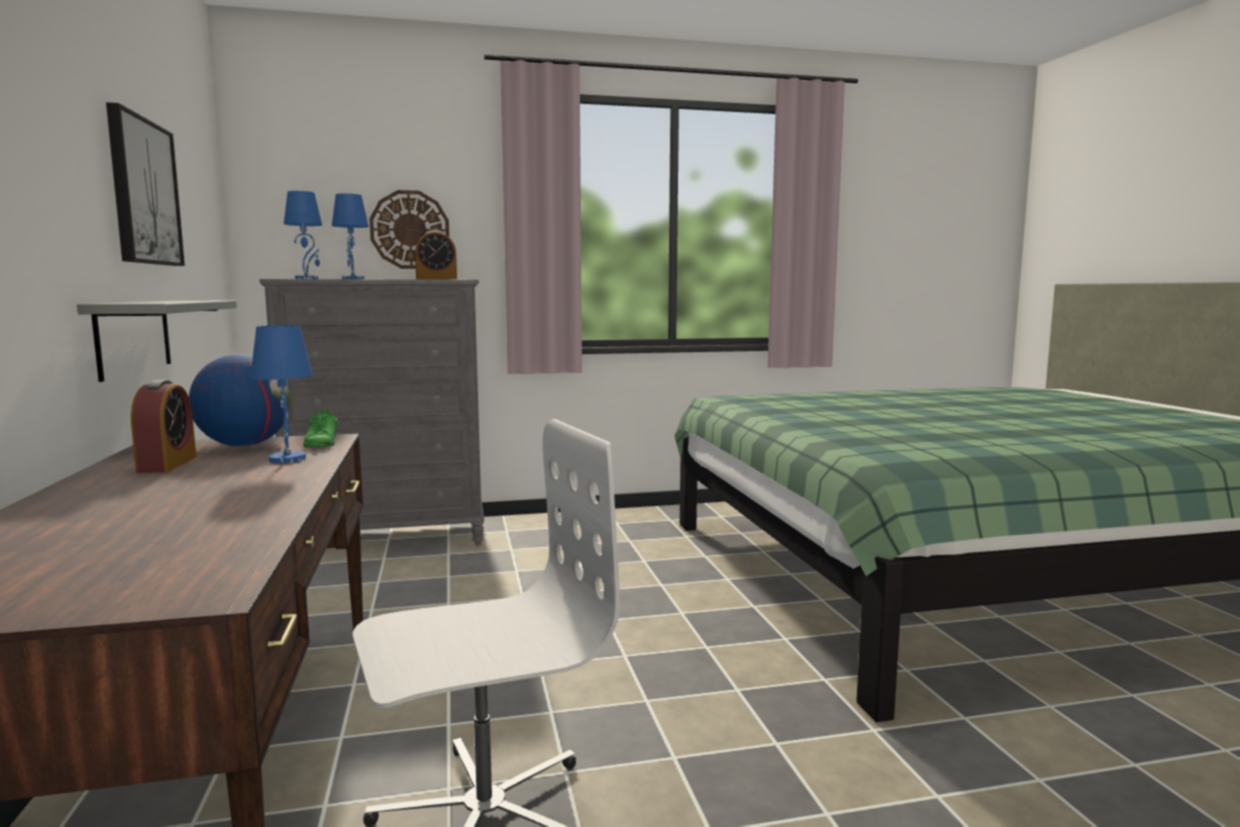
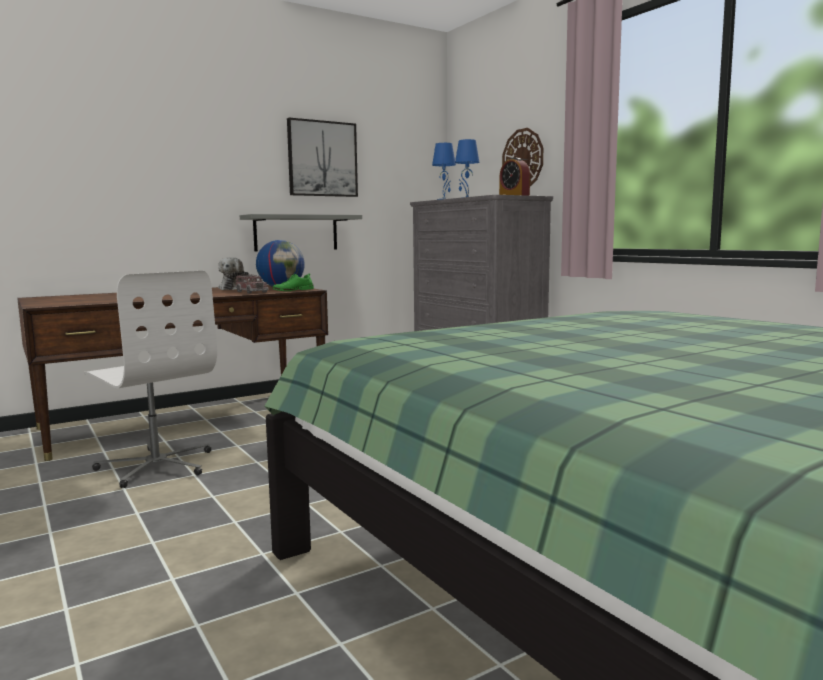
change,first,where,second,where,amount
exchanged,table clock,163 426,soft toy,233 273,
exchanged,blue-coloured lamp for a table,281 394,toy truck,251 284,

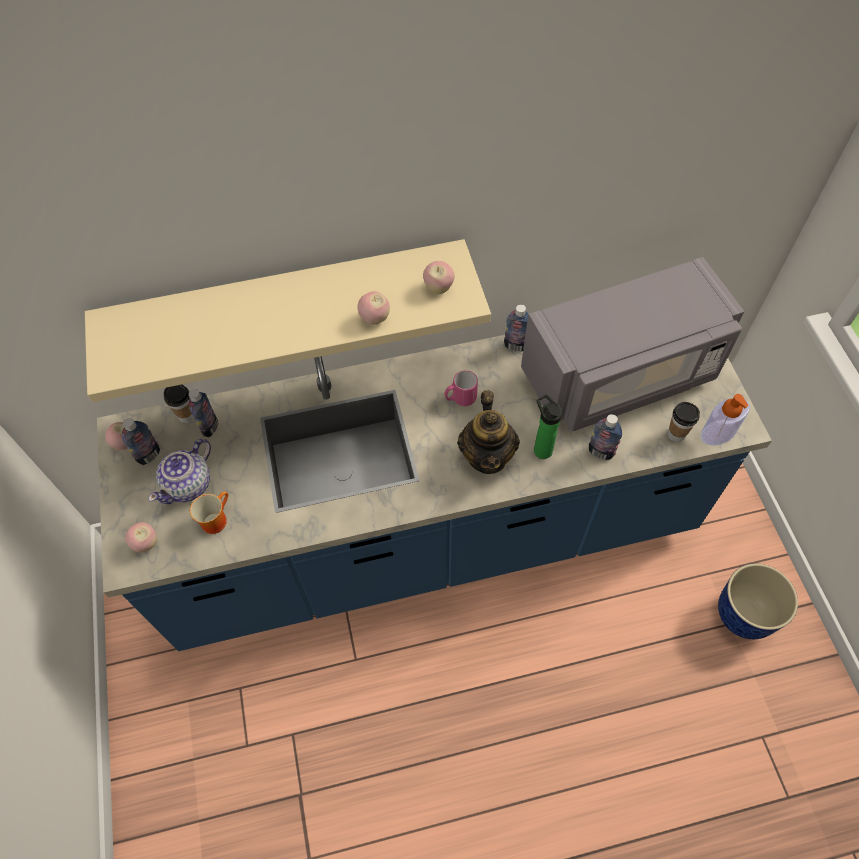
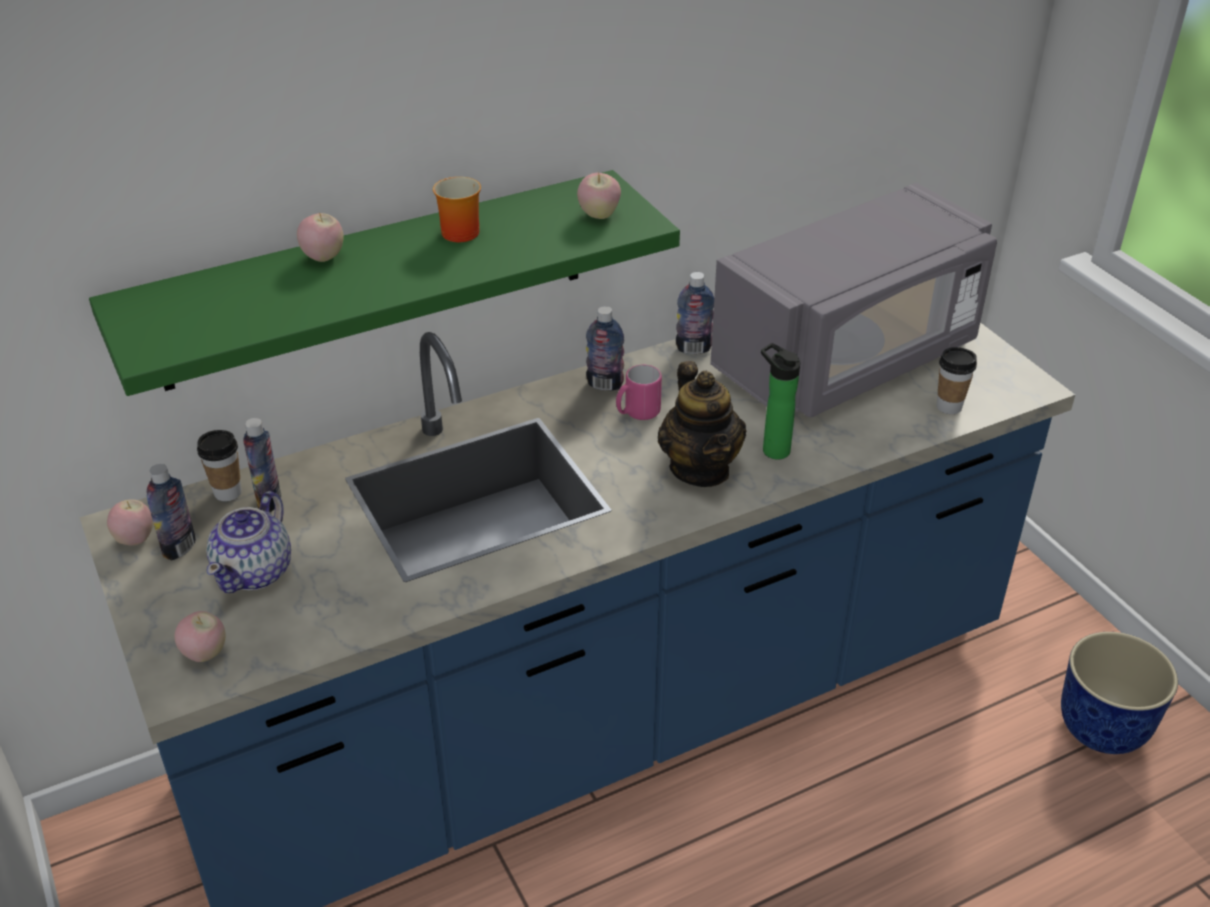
change,first,where,second,where,amount
colour,beige shelf,288 320,green shelf,384 283,
relocated,whole apple,374 308,,320 237,
relocated,coffee mug,209 512,,457 209,
relocated,beverage bottle,605 437,,605 348,
missing,soap bottle,725 420,,,

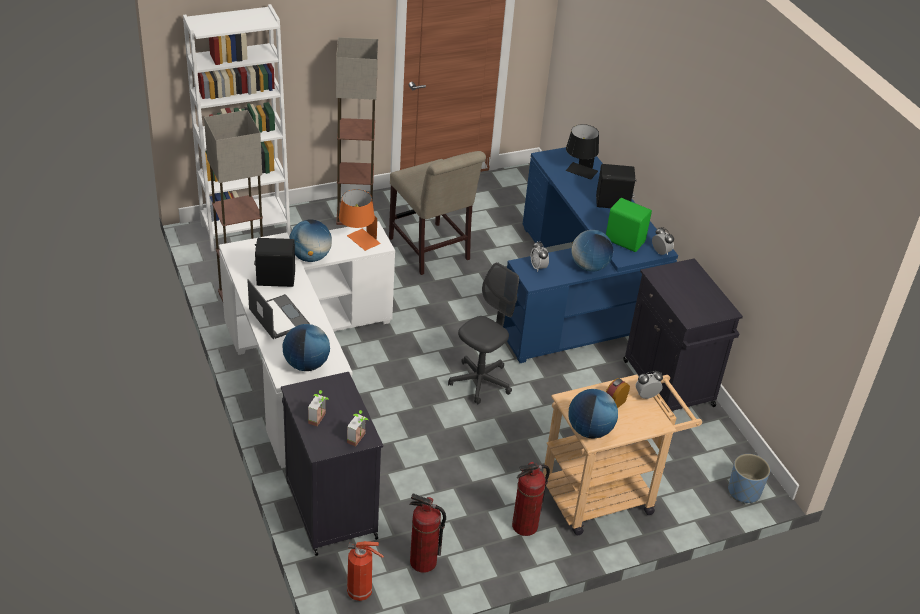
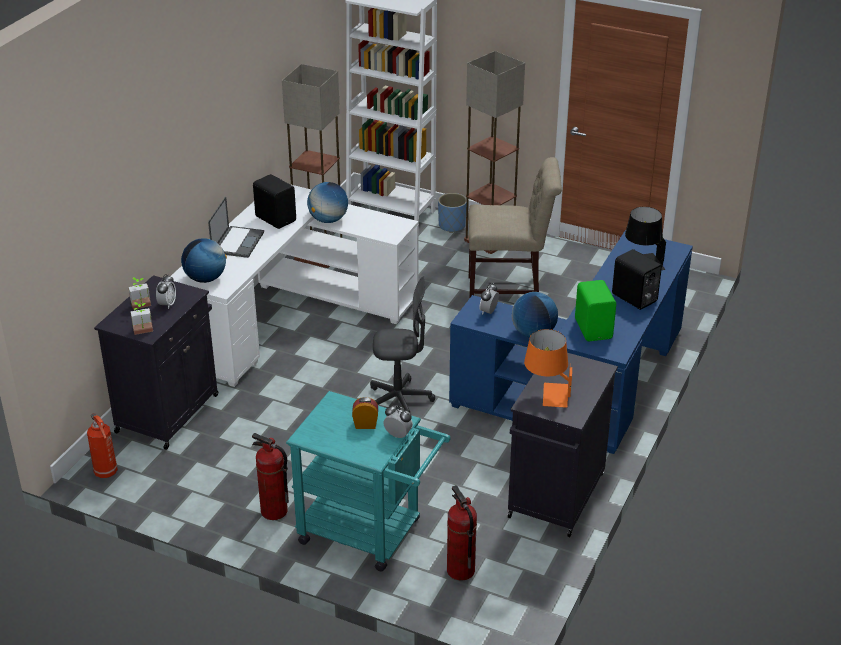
change,first,where,second,where,amount
relocated,table clock,663 241,,166 291,
colour,beige trolley,622 455,blue-green trolley,368 481,
relocated,blue-coloured flower pot,749 478,,452 213,
relocated,fire extinguisher,427 533,,462 532,
spun,beige plain chair,437 213,,515 228,105 degrees counterclockwise
relocated,orangey lamp for a table,360 220,,548 368,
missing,globe,593 414,,,

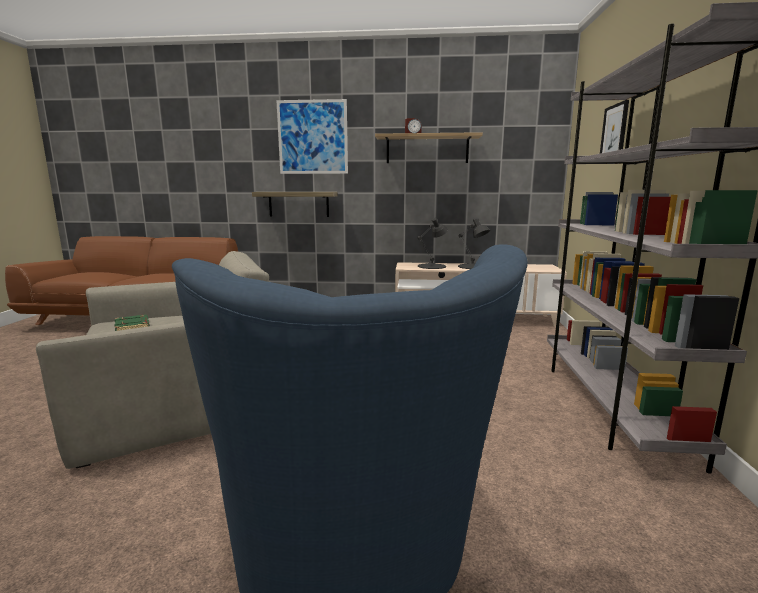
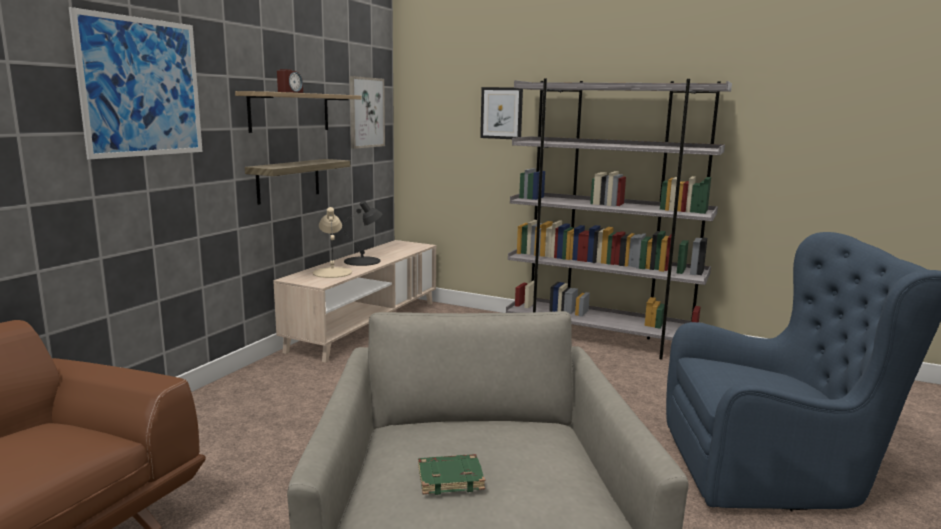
change,first,where,second,where,amount
relocated,shelf,295 204,,297 182,
colour,black lamp for a table,433 243,beige lamp for a table,332 242,
appeared,,,picture,367 112,

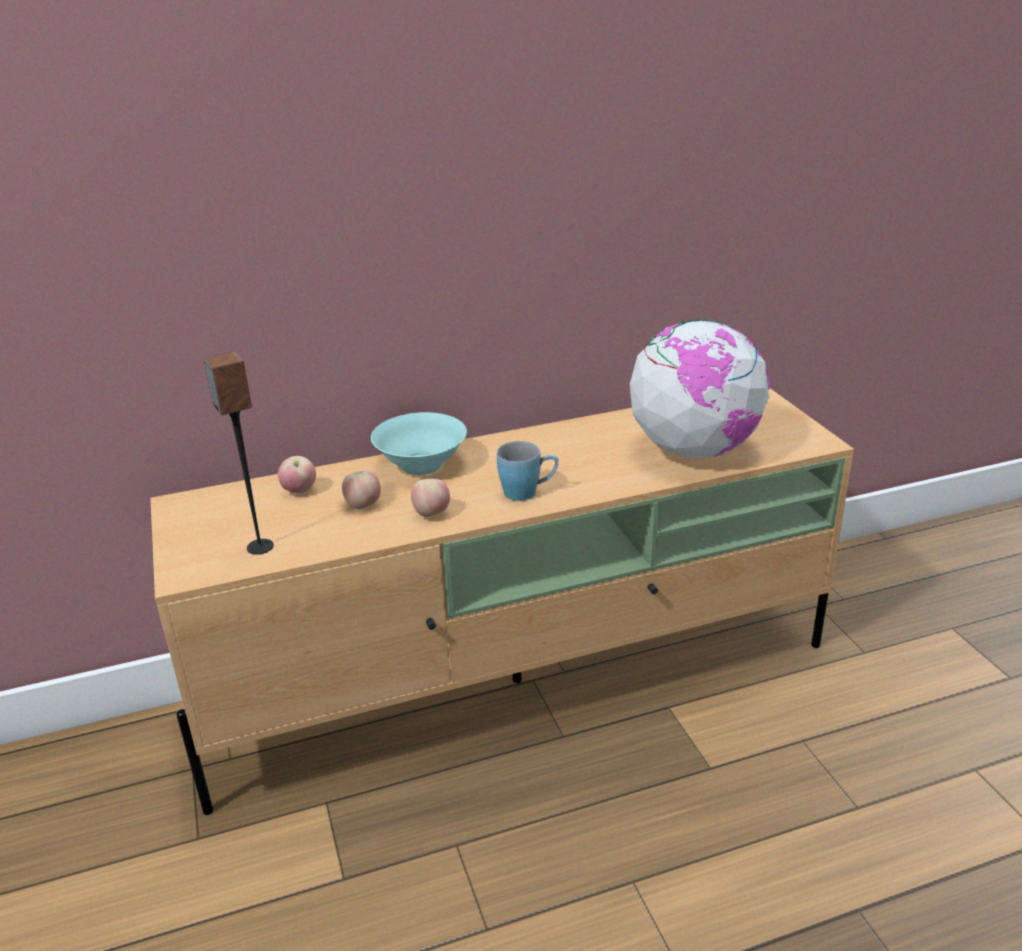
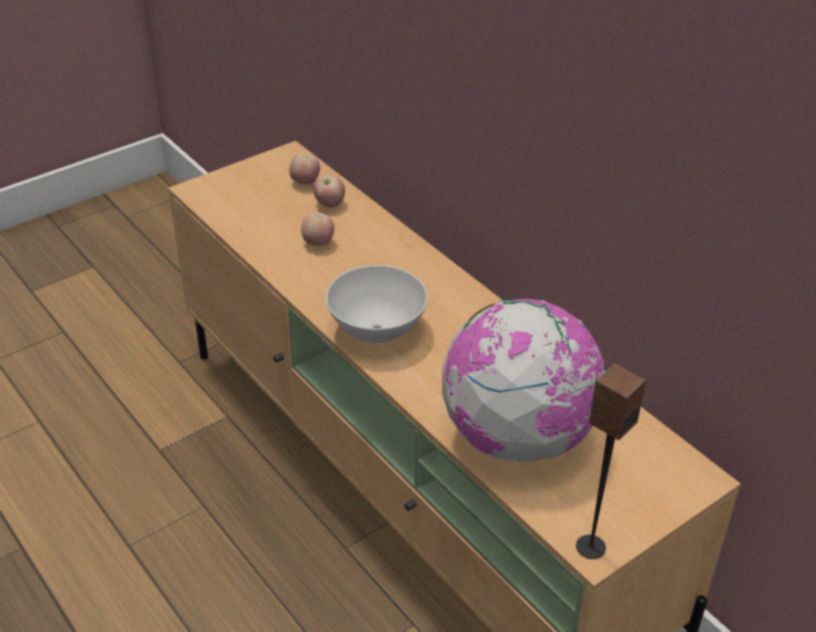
change,first,where,second,where,amount
relocated,whole apple,430 498,,304 168,
exchanged,blue-coloured coffee mug,528 471,white serving bowl,377 304,
relocated,loudspeaker,239 453,,611 461,
missing,blue-green serving bowl,419 443,,,

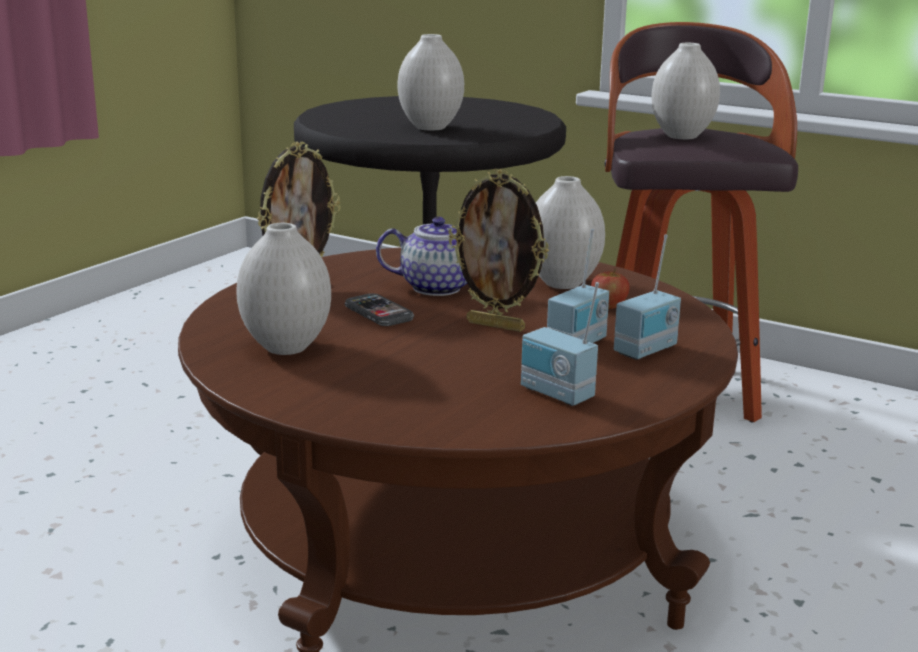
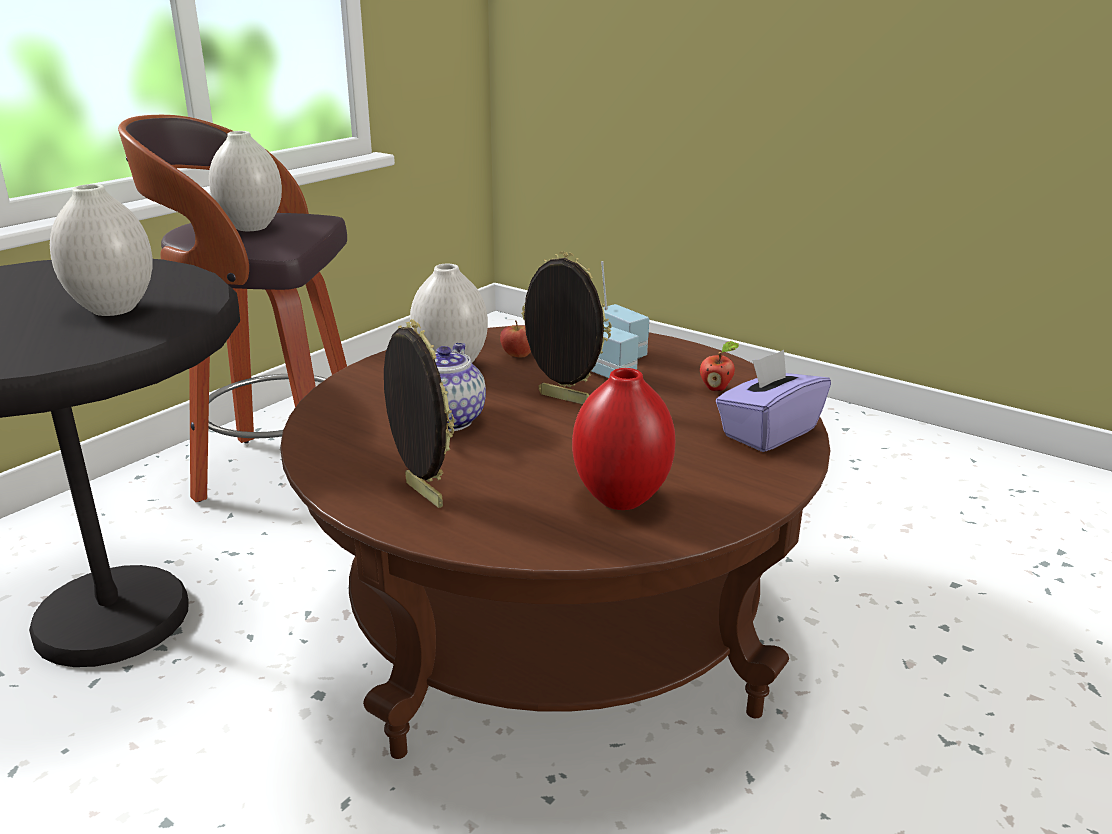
change,first,where,second,where,amount
spun,photo frame,499 250,,566 328,90 degrees counterclockwise
colour,white vase,283 289,reddish vase,623 439,
exchanged,radio receiver,560 344,whole apple,719 366,
appeared,,,purplish box of tissues,773 401,
missing,telephone,379 309,,,

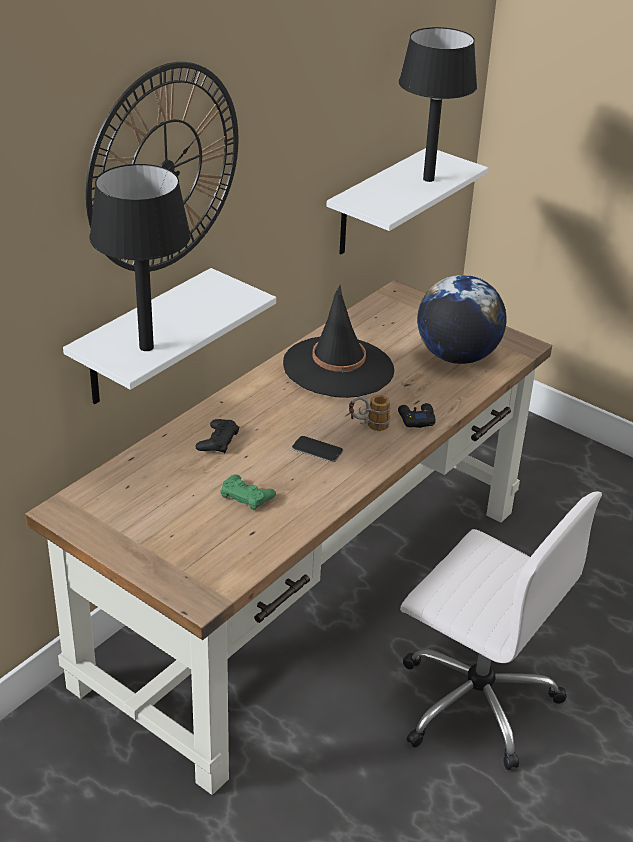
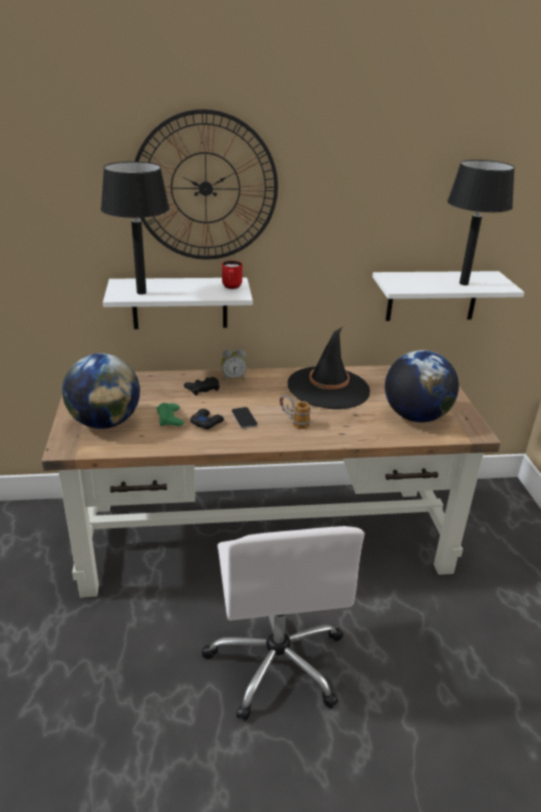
change,first,where,second,where,amount
appeared,,,globe,101 391,
relocated,black game controller,417 415,,207 419,
appeared,,,table clock,234 364,
appeared,,,reddish coffee mug,232 275,

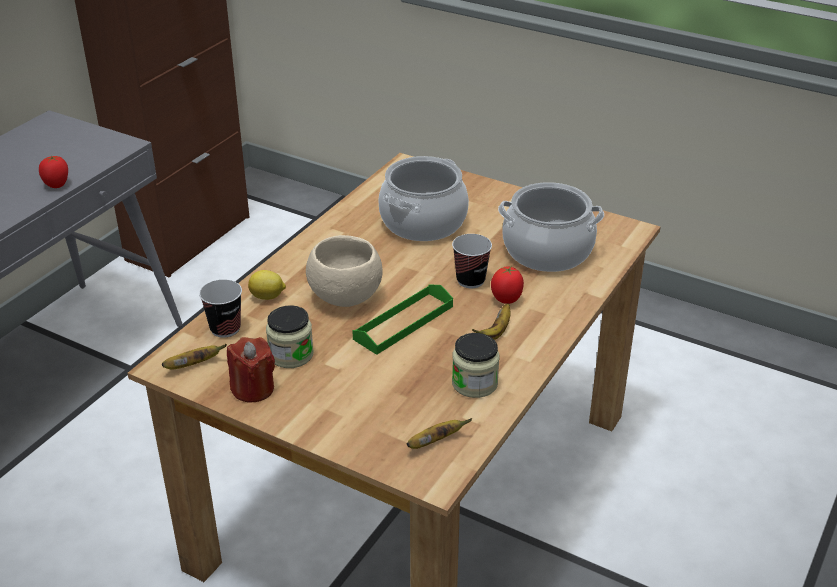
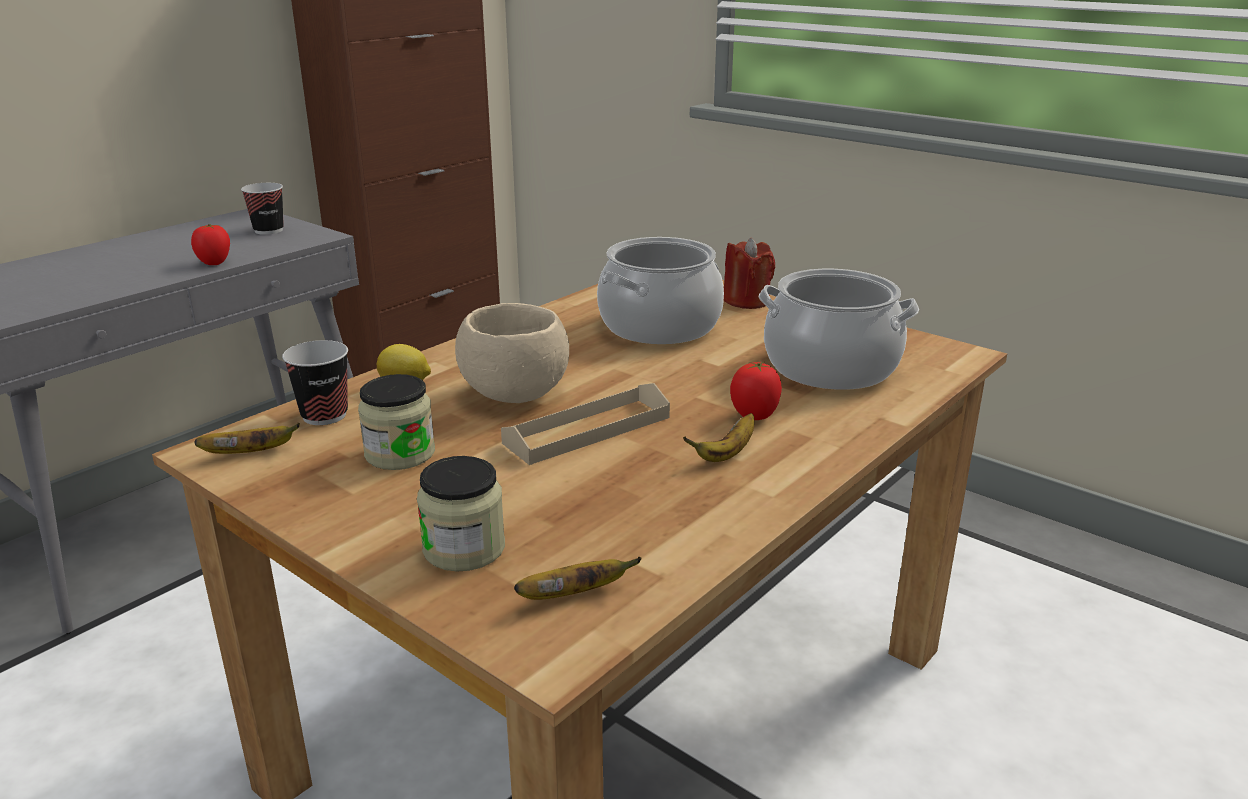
change,first,where,second,where,amount
relocated,cup,472 261,,262 209,
relocated,preserve jar,476 365,,461 514,
colour,green serving tray,402 319,beige serving tray,585 424,
relocated,reddish wax candle,251 370,,749 273,

